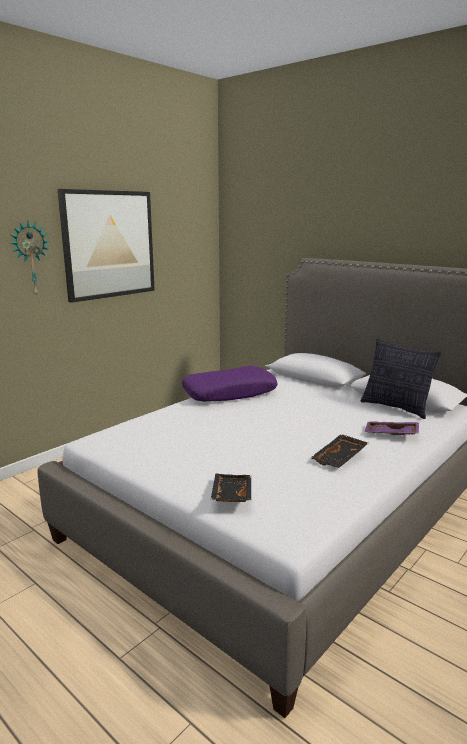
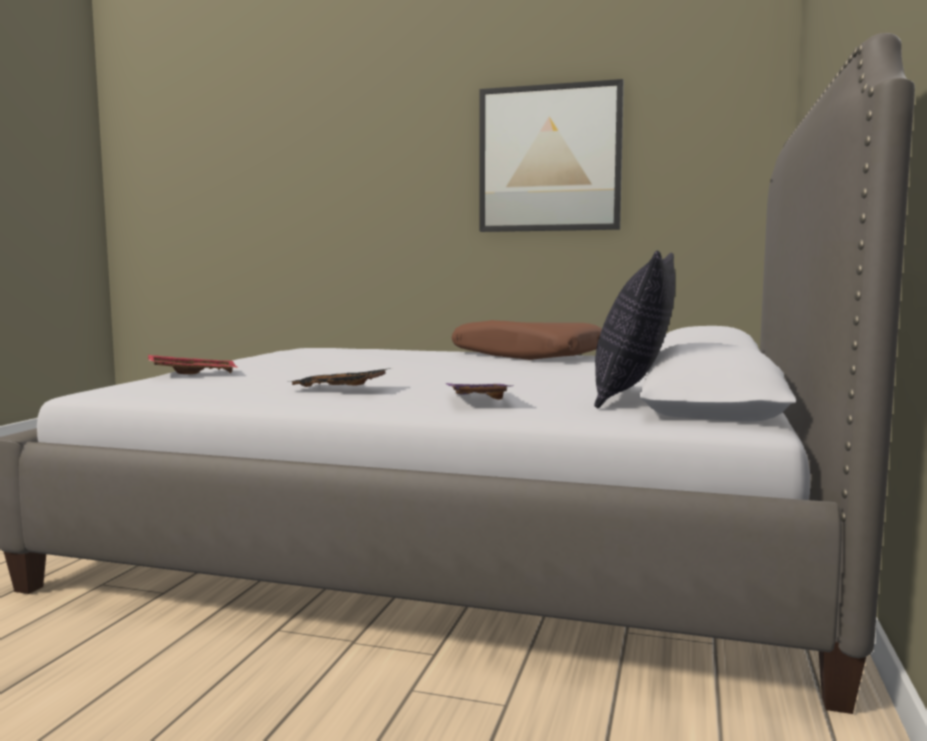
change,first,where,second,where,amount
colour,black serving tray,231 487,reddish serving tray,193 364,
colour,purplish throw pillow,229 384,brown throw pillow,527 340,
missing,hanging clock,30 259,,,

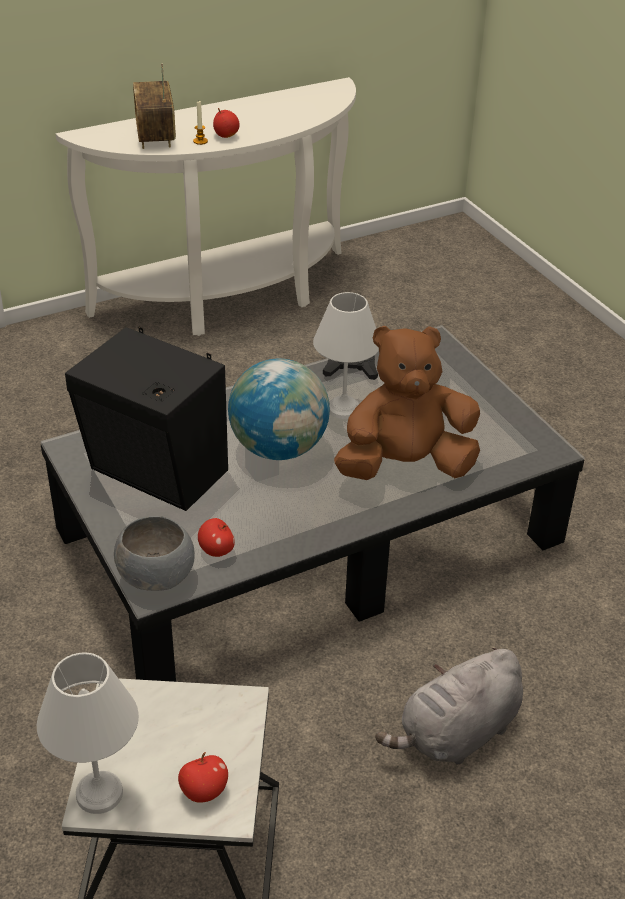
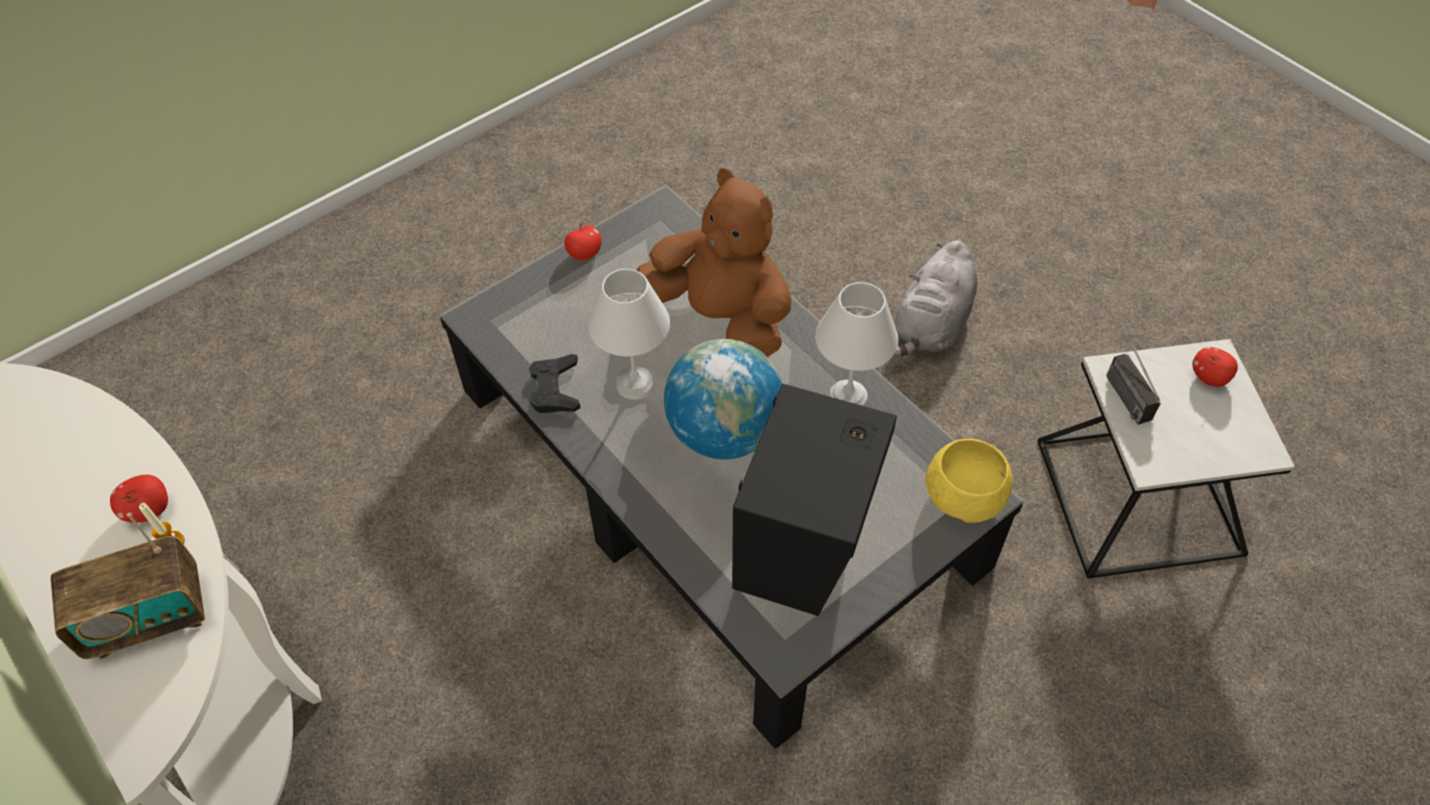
change,first,where,second,where,amount
relocated,whole apple,216 537,,583 241,
spun,brown soft toy,407 403,,714 262,150 degrees clockwise
relocated,white lamp for a table,88 733,,856 344,
spun,grey soft toy,449 706,,935 298,75 degrees clockwise
colour,grey serving bowl,154 553,yellowish serving bowl,969 481,
appeared,,,radio receiver,1133 368,

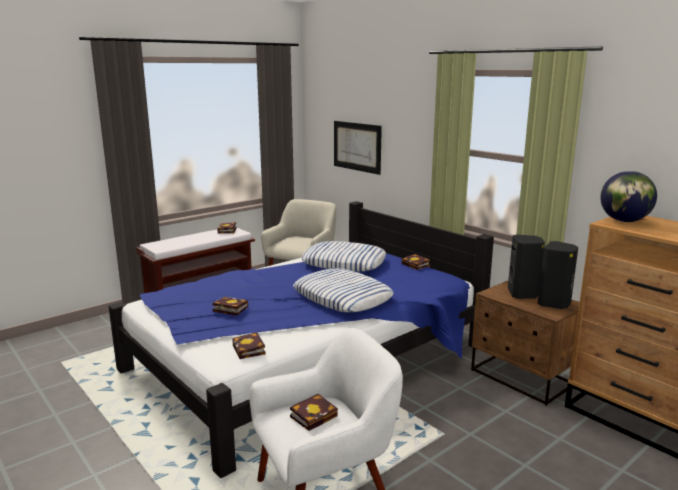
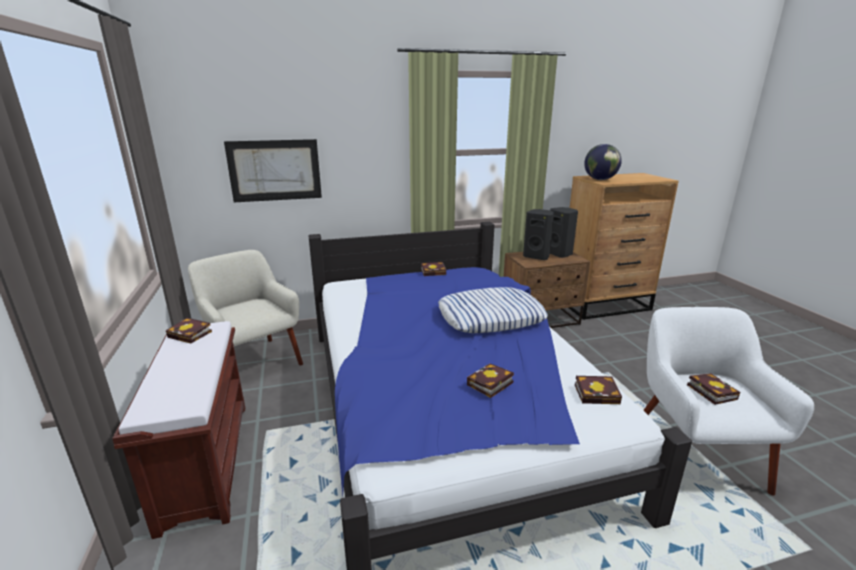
change,first,where,second,where,amount
missing,throw pillow,344 256,,,

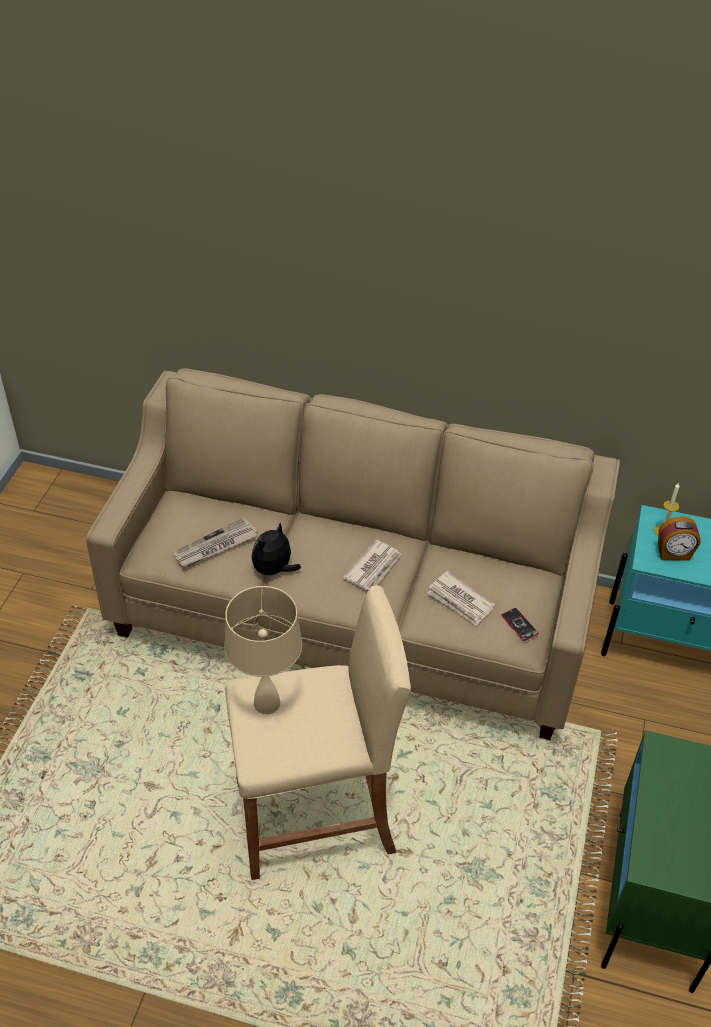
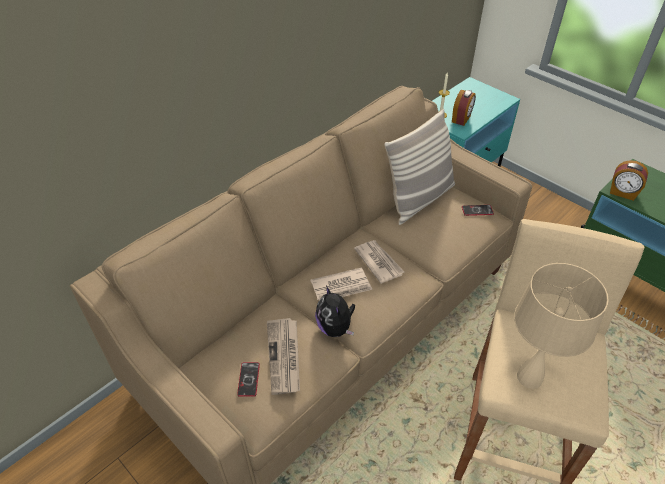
change,first,where,second,where,amount
appeared,,,telephone,248 379,
relocated,printed paper,461 598,,341 283,
appeared,,,throw pillow,419 167,
appeared,,,table clock,629 180,

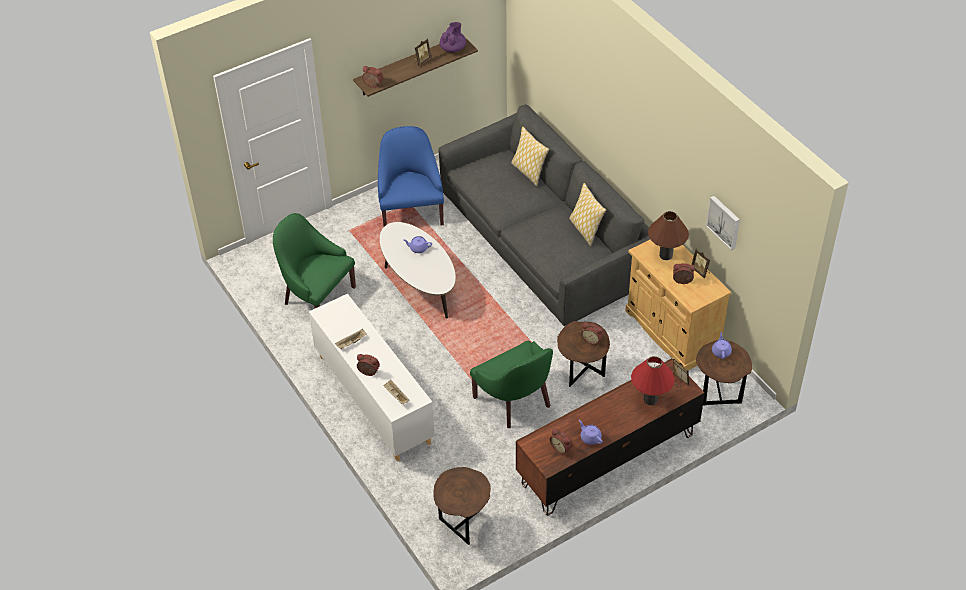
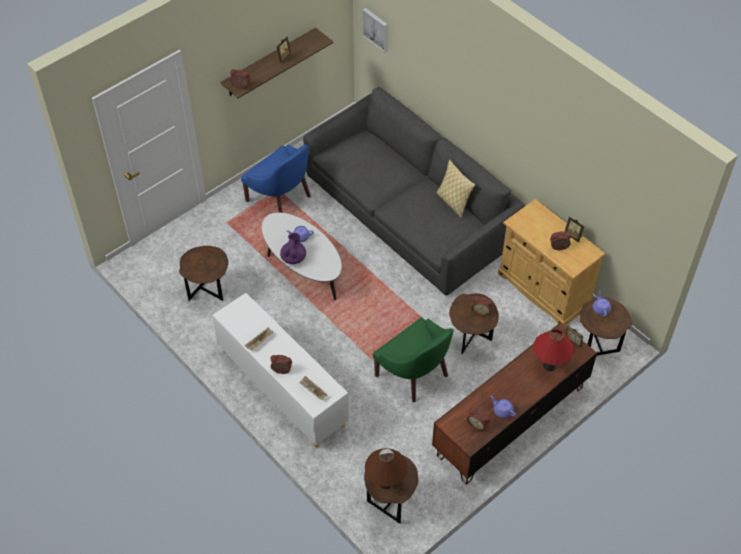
change,first,where,second,where,amount
exchanged,green easy chair,314 260,brown end table,204 273,
spun,blue-coloured easy chair,411 176,,276 178,150 degrees clockwise
relocated,purplish tea pot,453 37,,293 248,
relocated,picture,723 223,,375 30,
relocated,brown lamp for a table,668 235,,386 468,
missing,throw pillow,530 156,,,

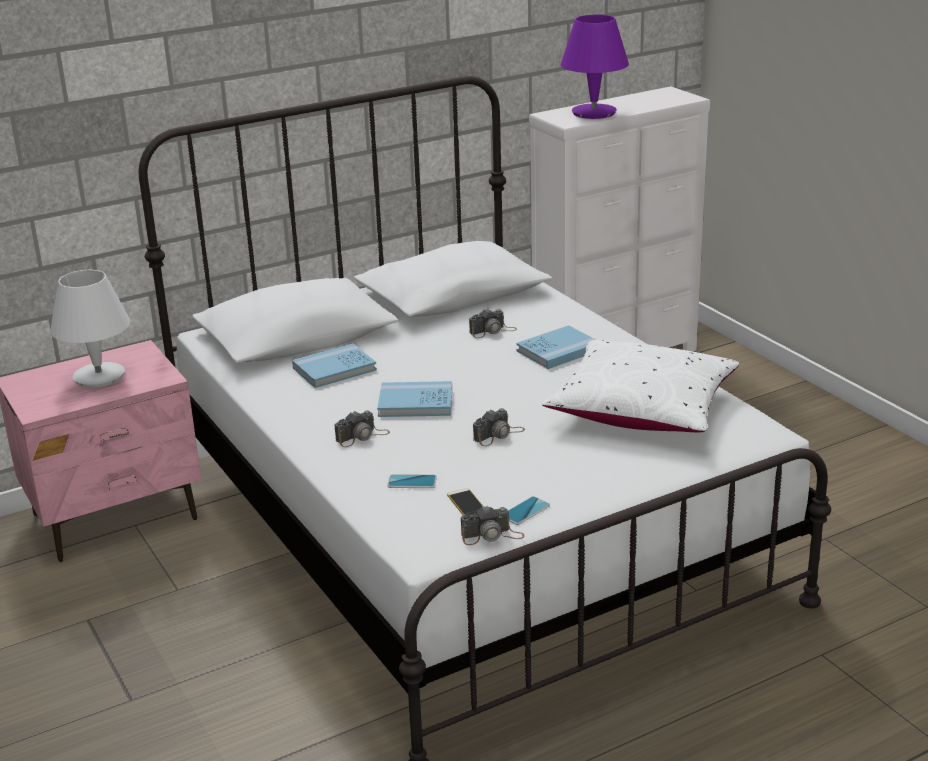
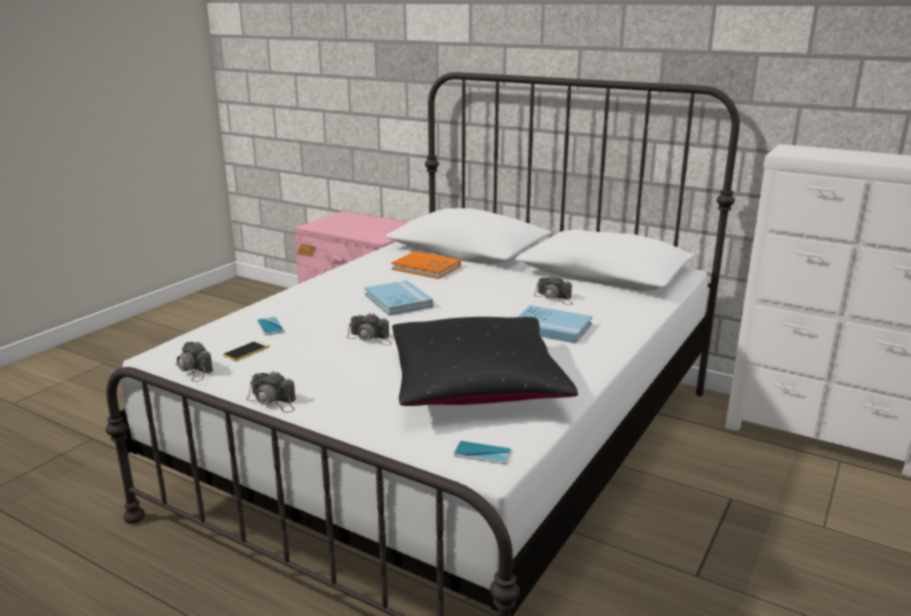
change,first,where,second,where,amount
relocated,photo camera,362 428,,271 392,
colour,blue-coloured book,334 365,orangey book,426 265,
colour,white throw pillow,641 386,black throw pillow,485 361,
relocated,telephone,529 510,,482 452,
missing,white lamp for a table,90 329,,,
missing,purplish lamp for a table,595 67,,,

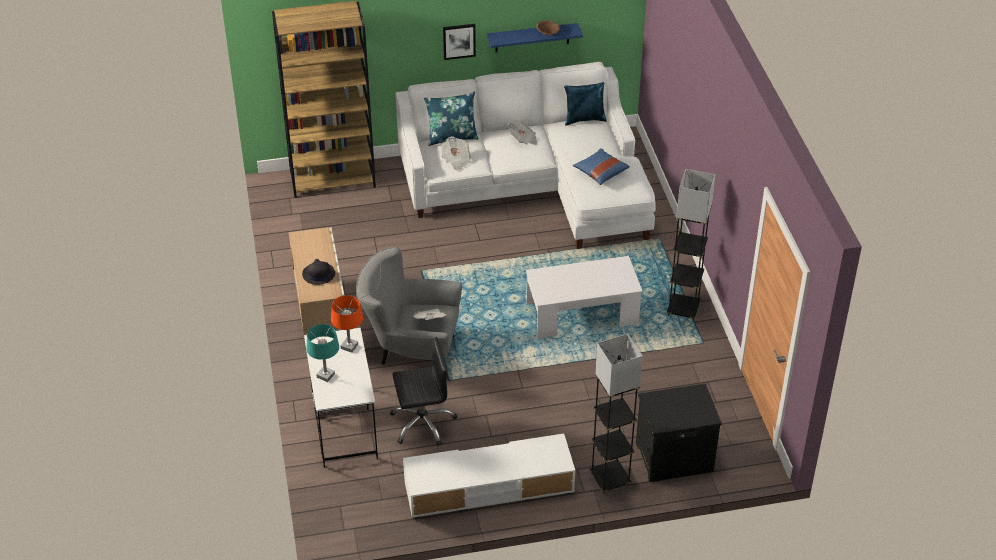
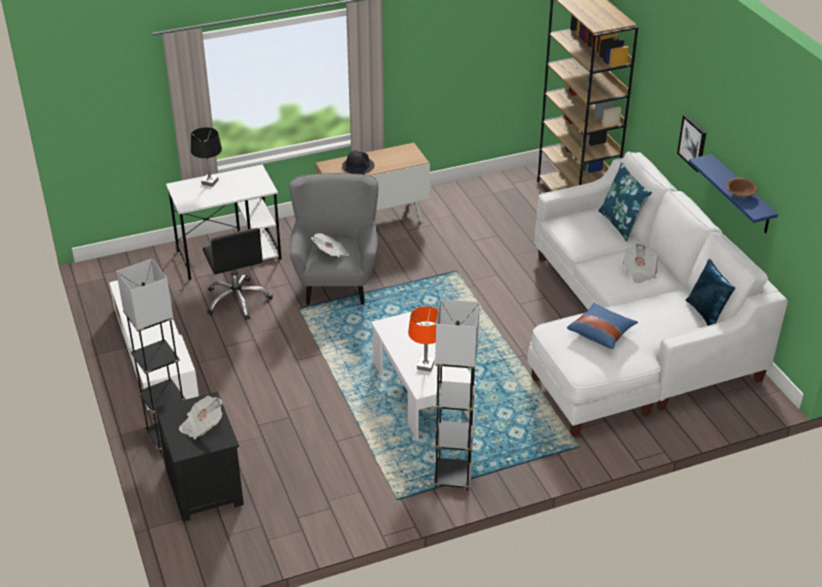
change,first,where,second,where,amount
relocated,printed paper,456 153,,201 417,
colour,blue-green lamp for a table,322 353,black lamp for a table,206 157,
relocated,orangey lamp for a table,347 324,,423 339,

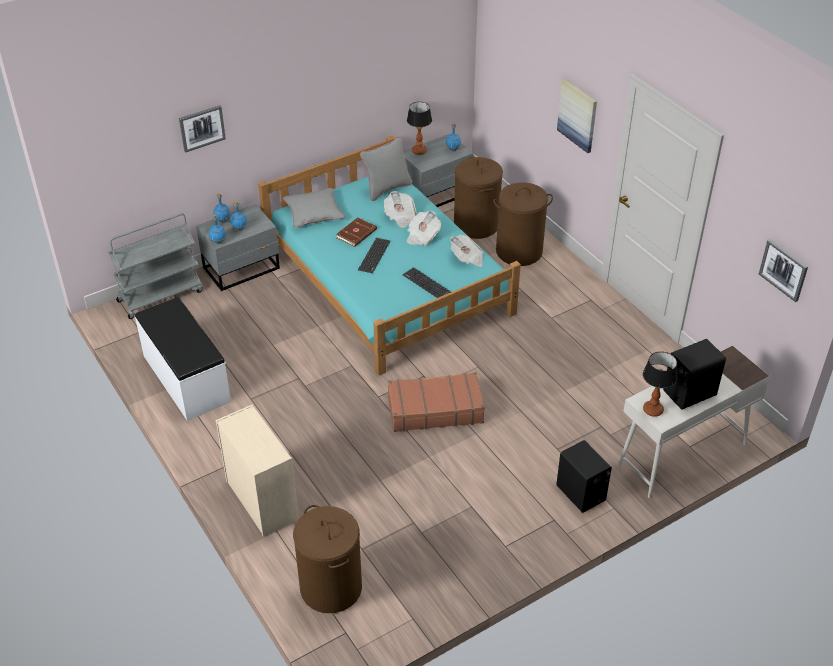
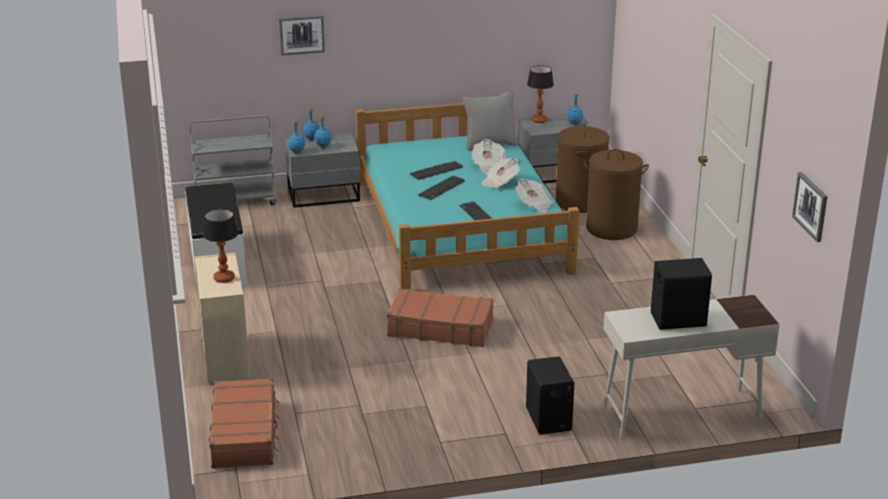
change,first,where,second,where,amount
relocated,lamp for a table,660 384,,220 246,
exchanged,brown washing basket,327 559,brown suitcase,244 423,
exchanged,brown book,356 232,PC keyboard,436 170,
missing,grey throw pillow,314 207,,,
missing,picture,577 116,,,

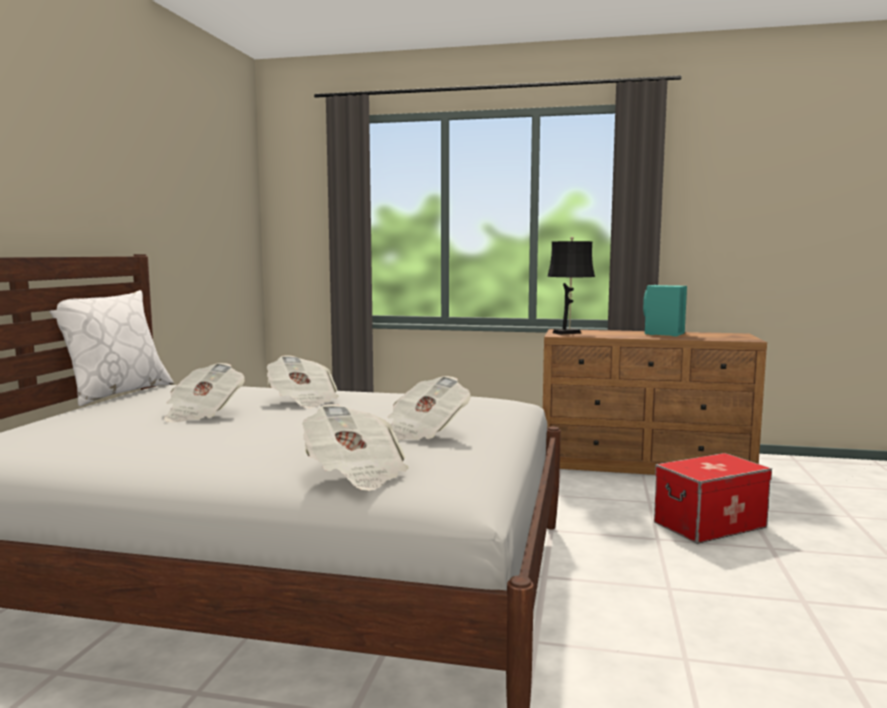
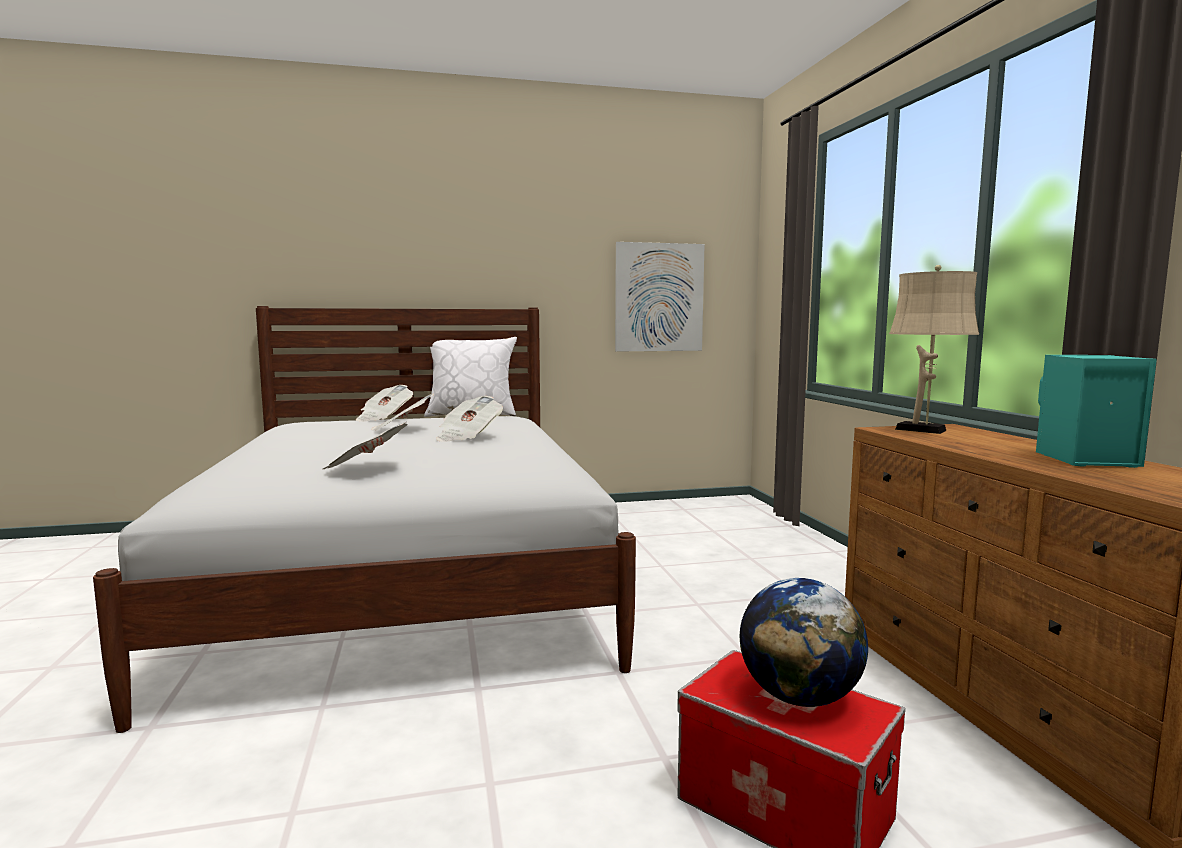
change,first,where,second,where,amount
relocated,printed paper,355 447,,384 403,
appeared,,,picture,660 296,
appeared,,,globe,804 642,
colour,black lamp for a table,571 286,beige lamp for a table,934 349,

